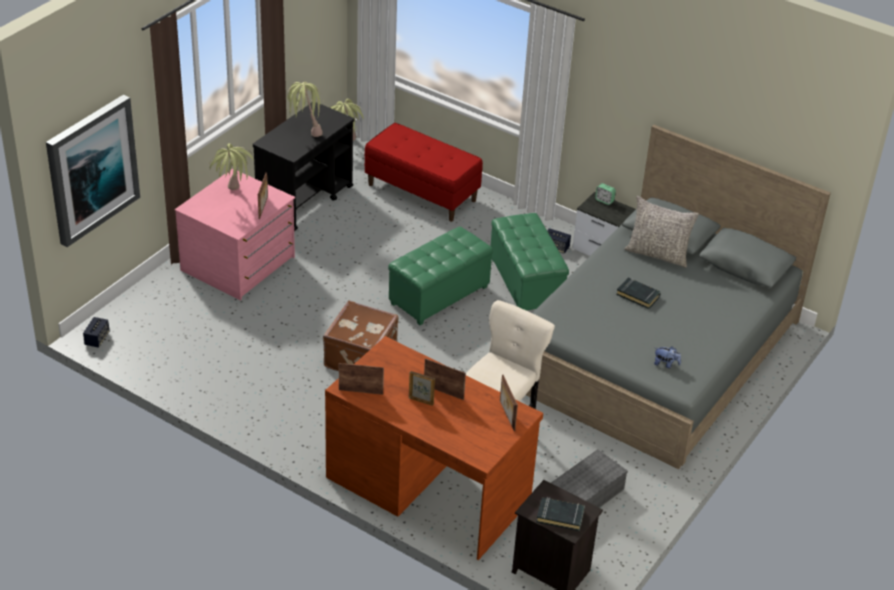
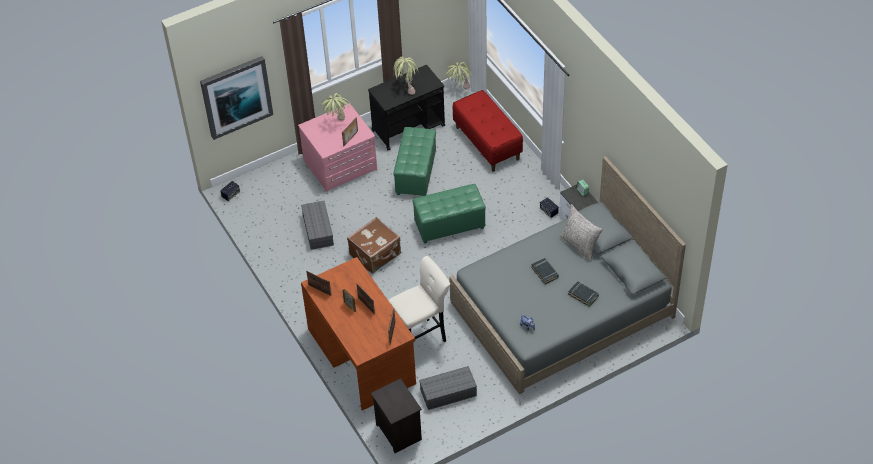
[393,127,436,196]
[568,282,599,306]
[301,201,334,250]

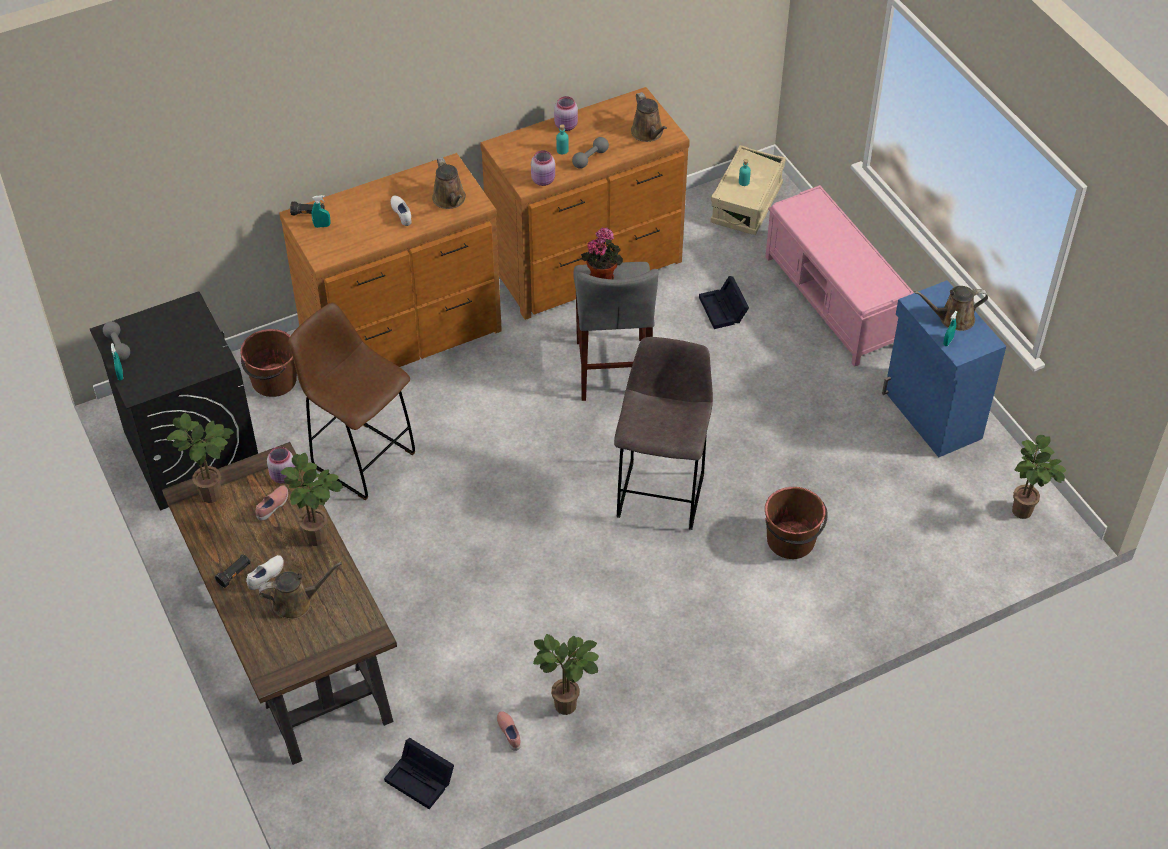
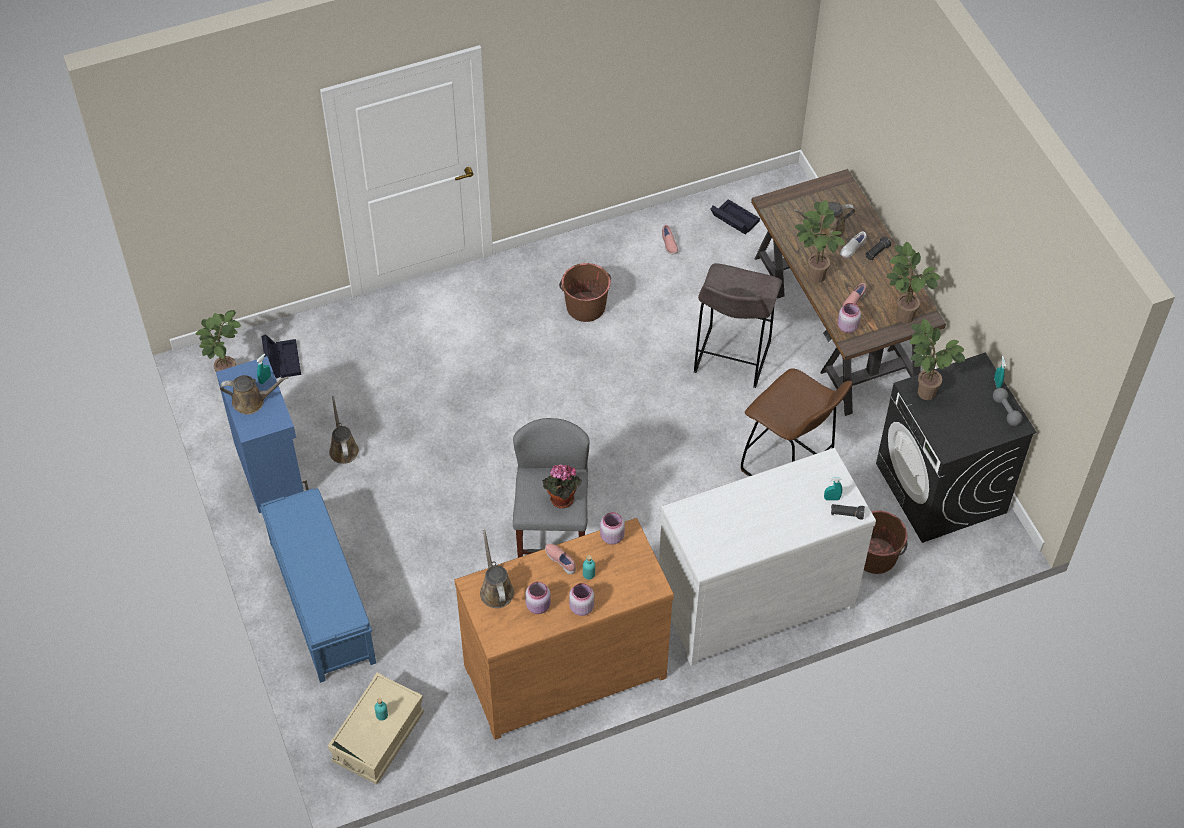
[545,544,576,574]
[659,448,876,666]
[329,396,359,464]
[260,488,376,683]
[391,196,412,226] (first image)
[261,334,301,378]
[694,263,782,388]
[559,263,611,322]
[909,319,965,400]
[525,582,551,614]

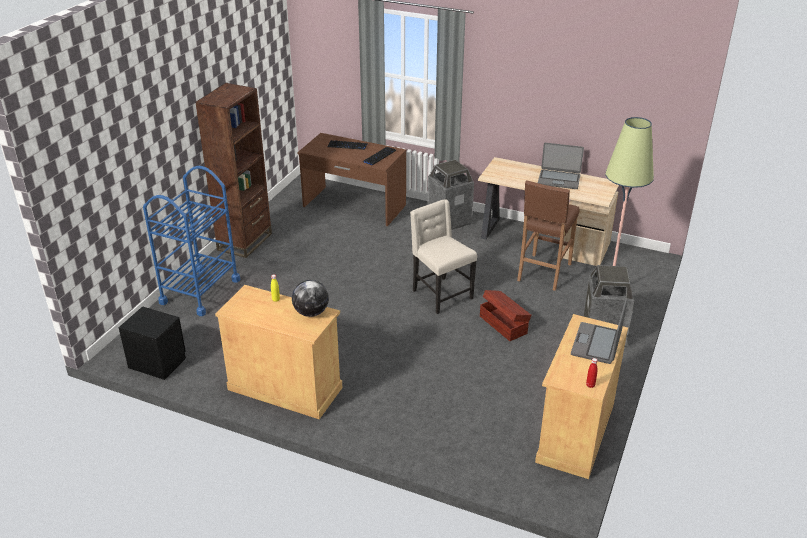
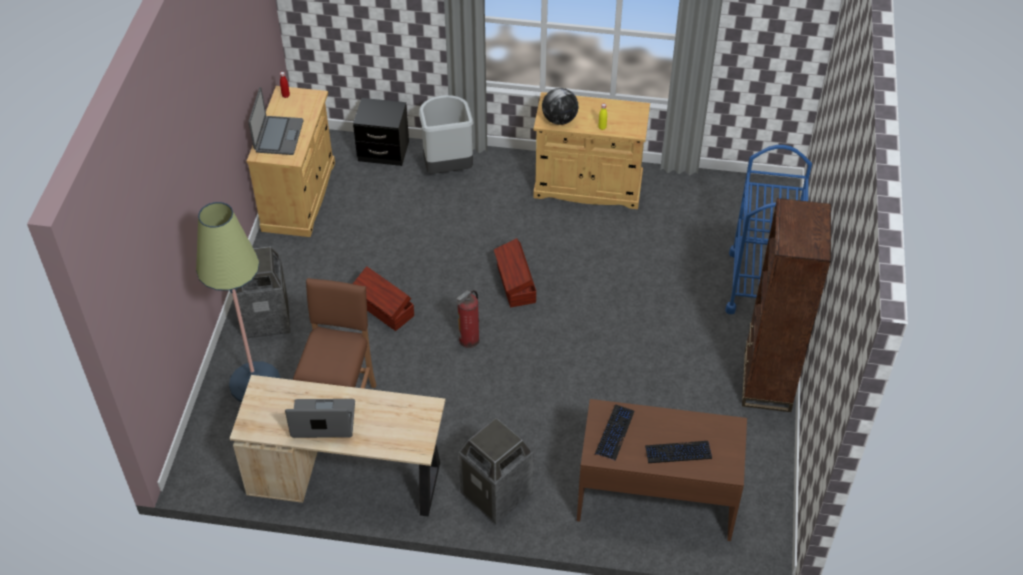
[456,290,479,348]
[353,98,409,166]
[419,95,474,174]
[494,238,536,307]

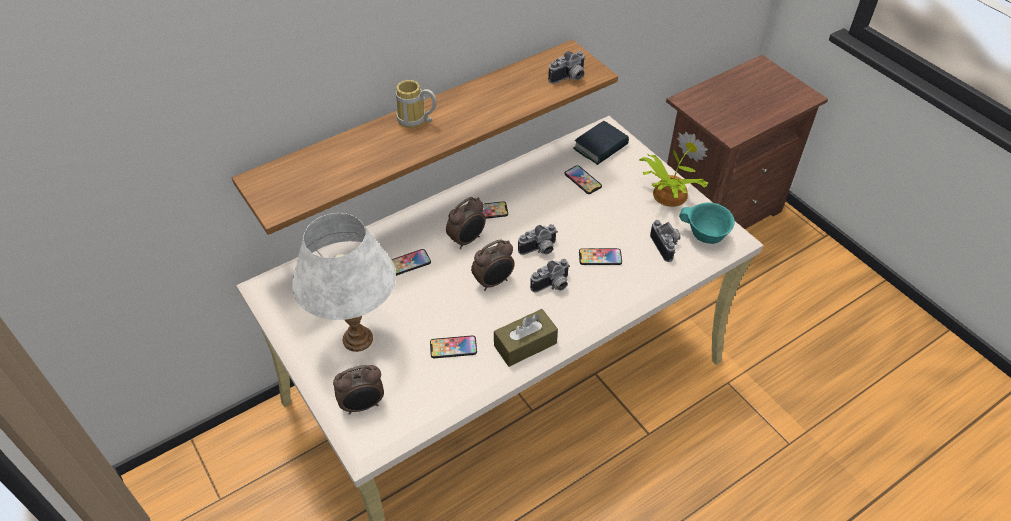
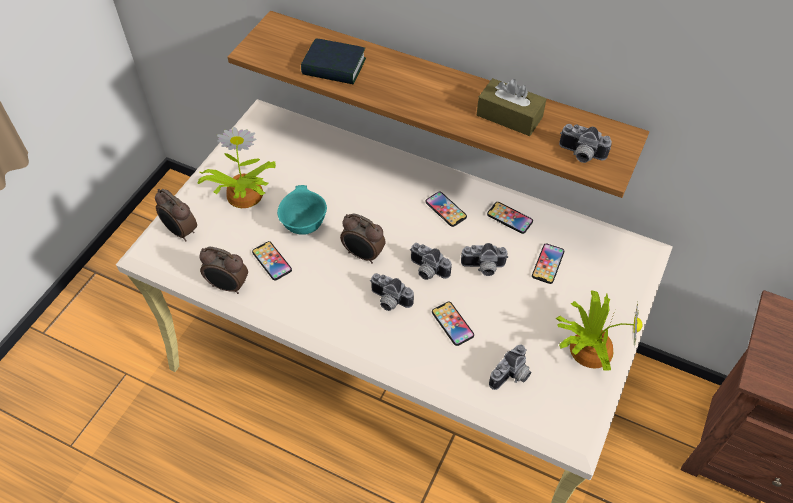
[396,80,437,128] (first image)
[301,38,366,85]
[199,247,248,294]
[277,185,327,235]
[197,127,276,208]
[487,202,533,234]
[477,78,546,136]
[461,243,508,276]

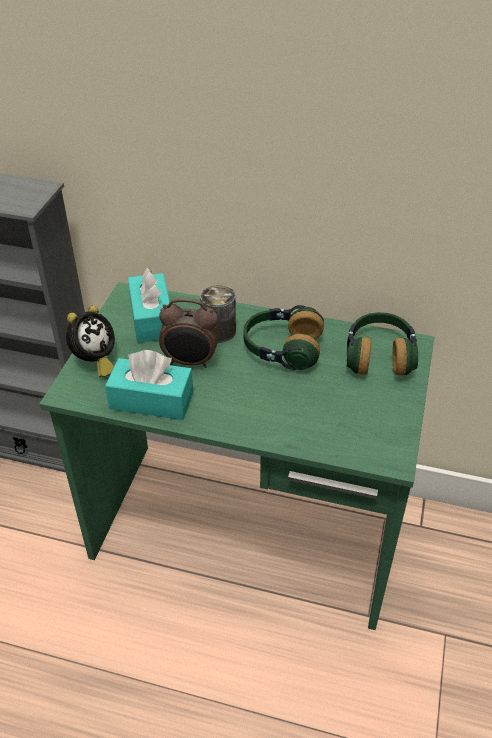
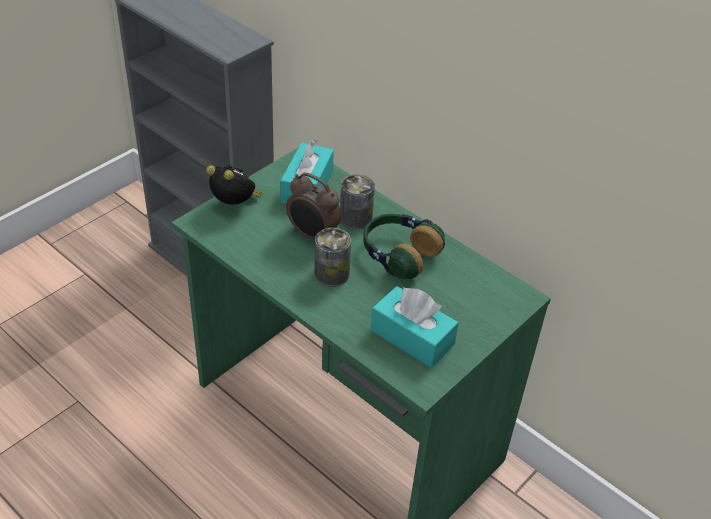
[206,165,262,205]
[347,312,418,375] (first image)
[371,286,458,368]
[314,228,351,287]

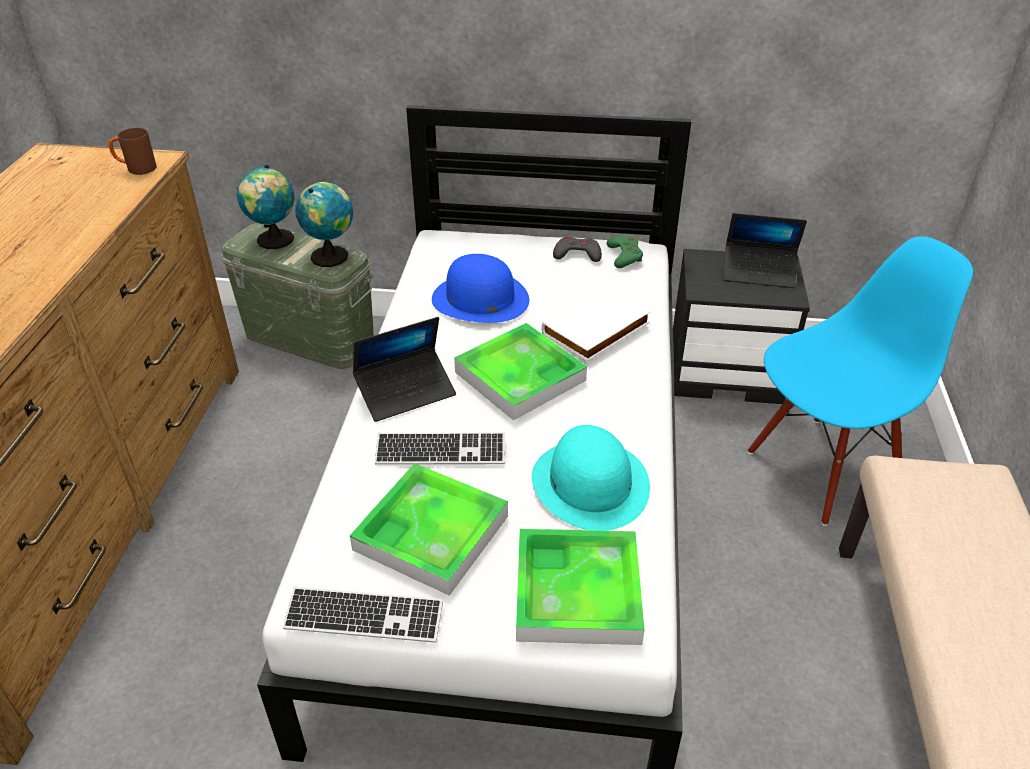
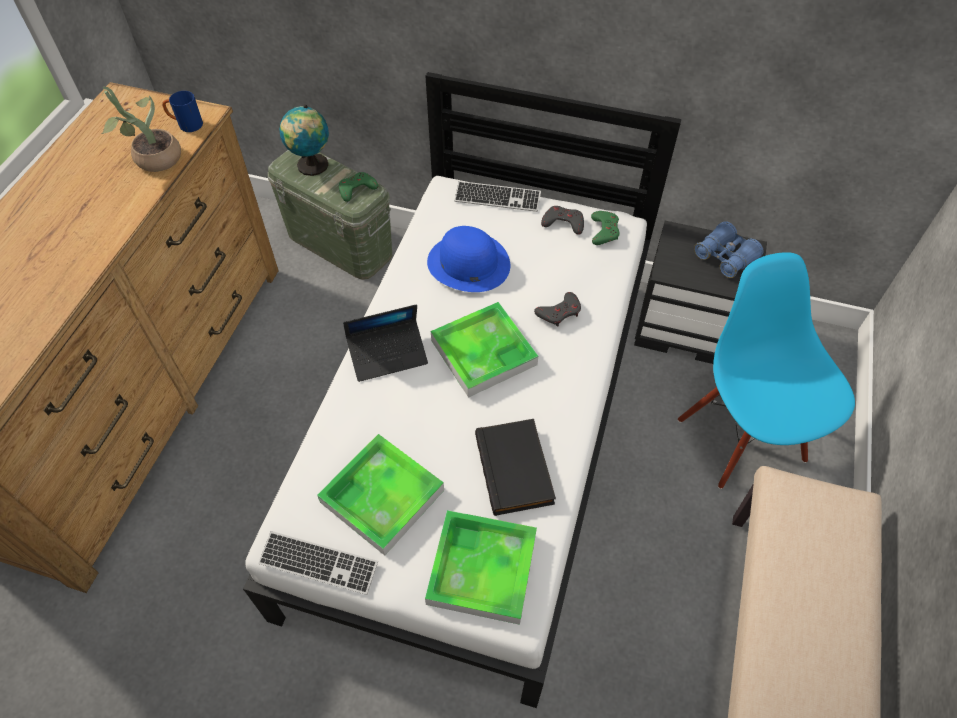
[162,91,203,132]
[339,172,378,202]
[694,221,763,278]
[678,252,855,489]
[534,292,581,327]
[475,419,556,516]
[454,181,541,212]
[101,87,181,172]

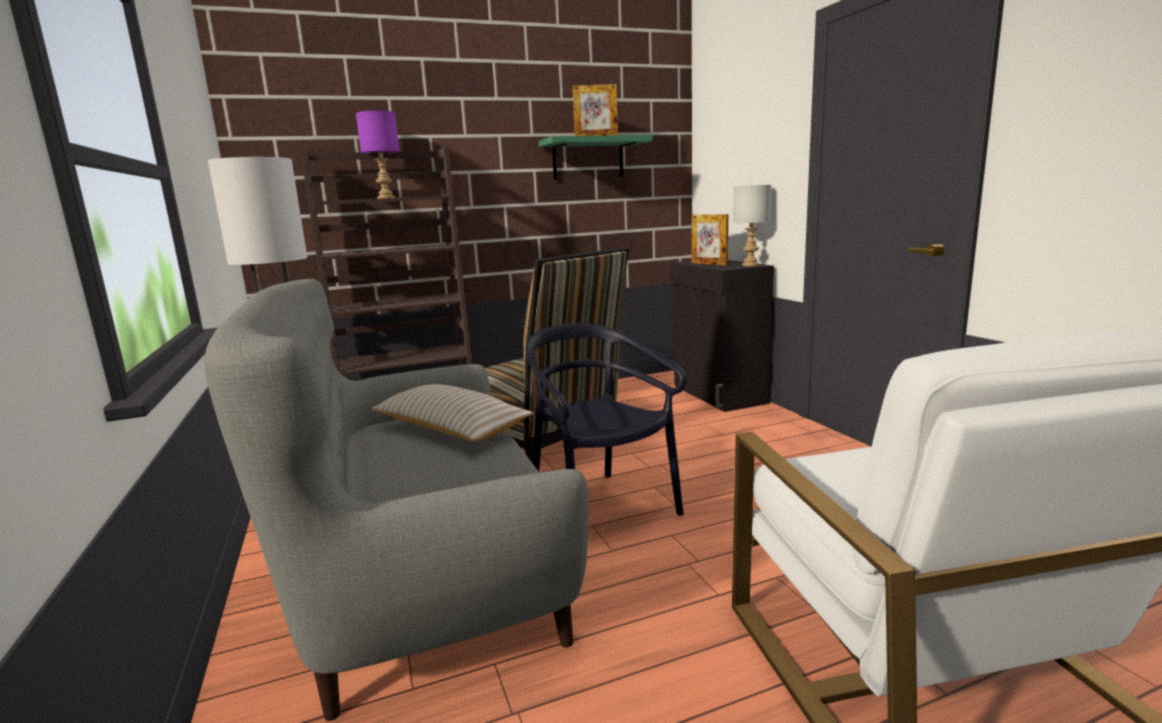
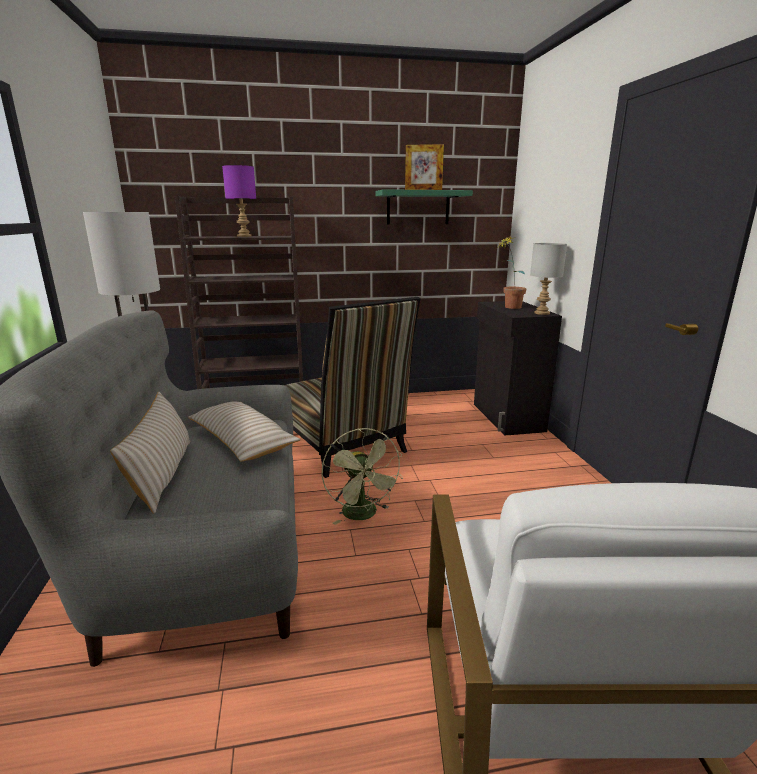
[498,237,526,309]
[321,428,403,525]
[110,392,190,514]

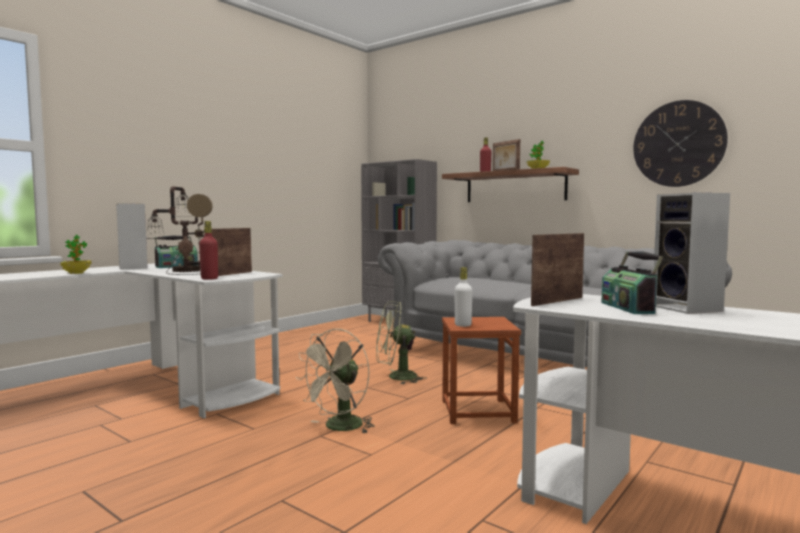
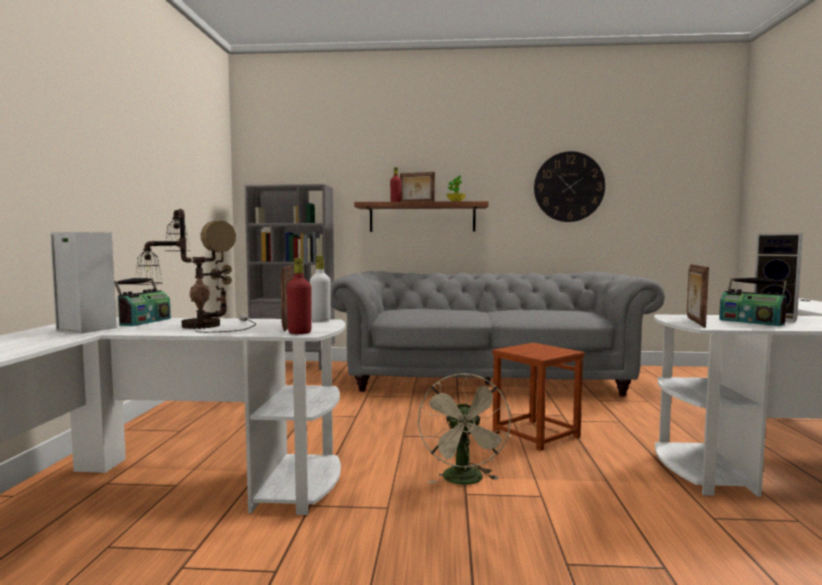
[60,235,91,274] (first image)
[310,256,331,322]
[376,301,426,384] (first image)

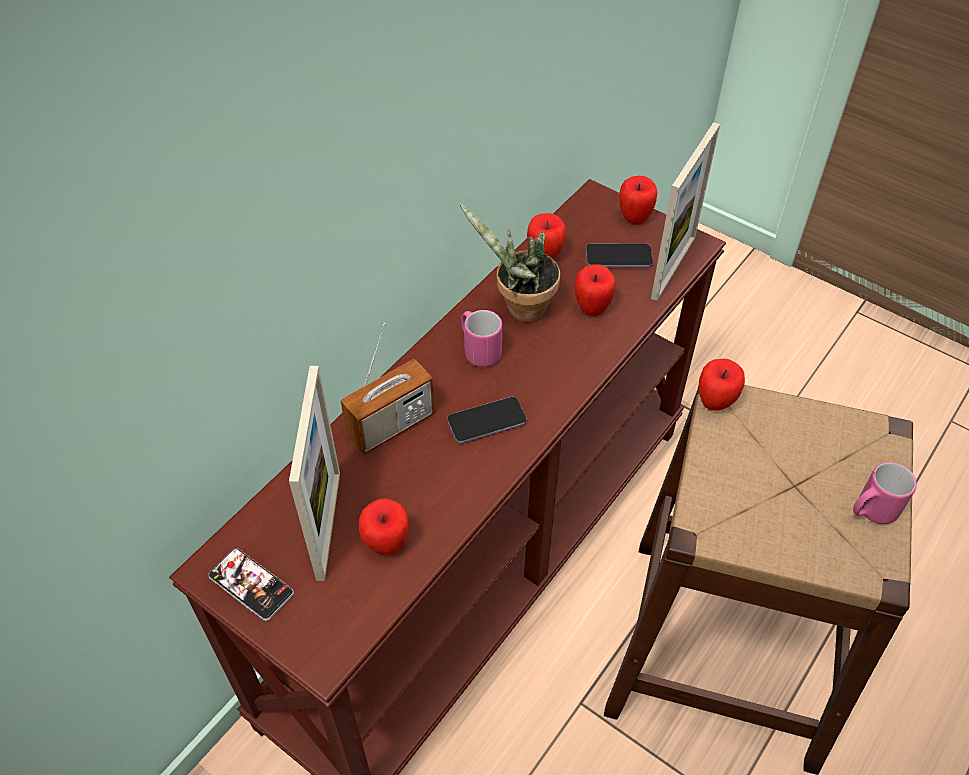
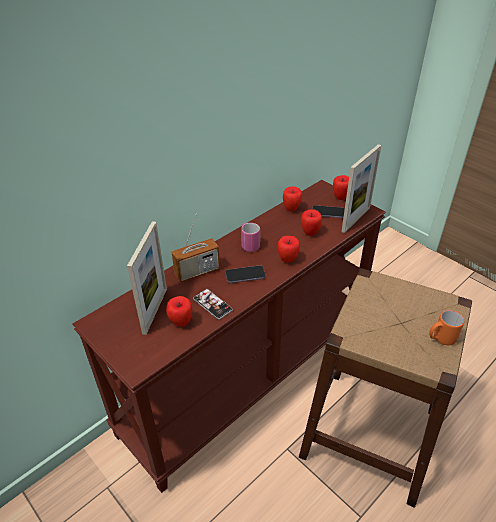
[460,204,560,322] (first image)
[277,236,300,263]
[429,310,464,345]
[193,289,233,319]

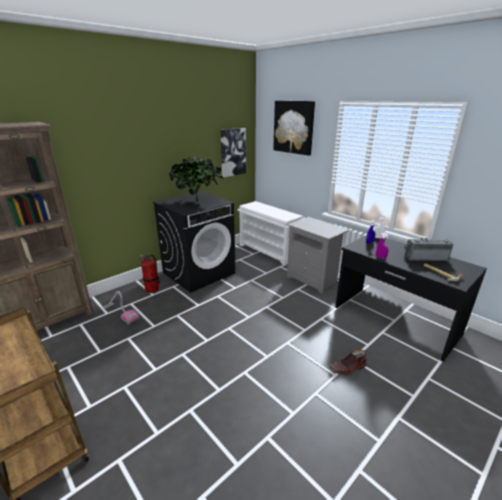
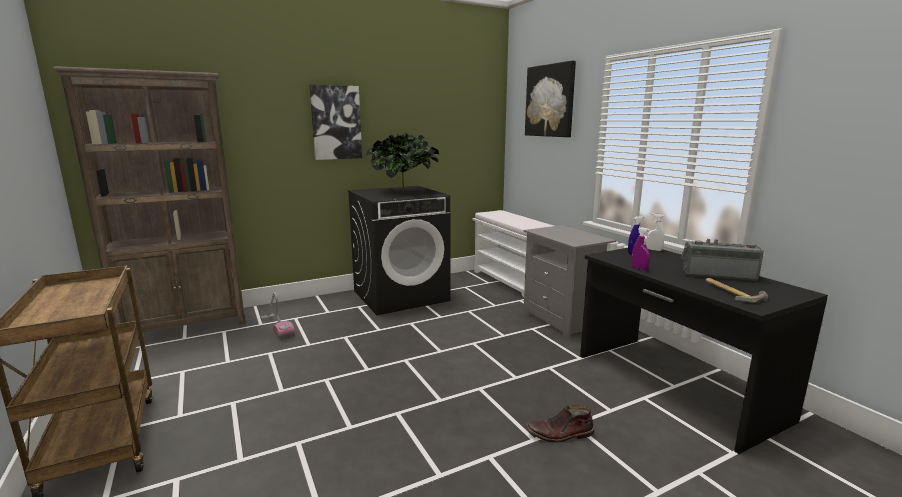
[310,84,362,160]
[139,255,160,293] (first image)

